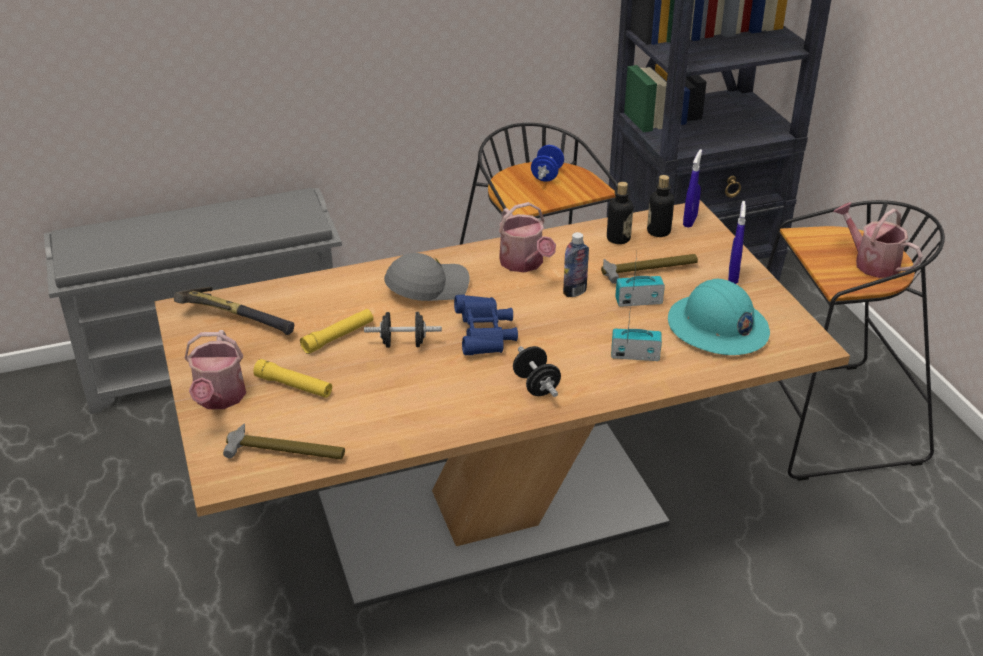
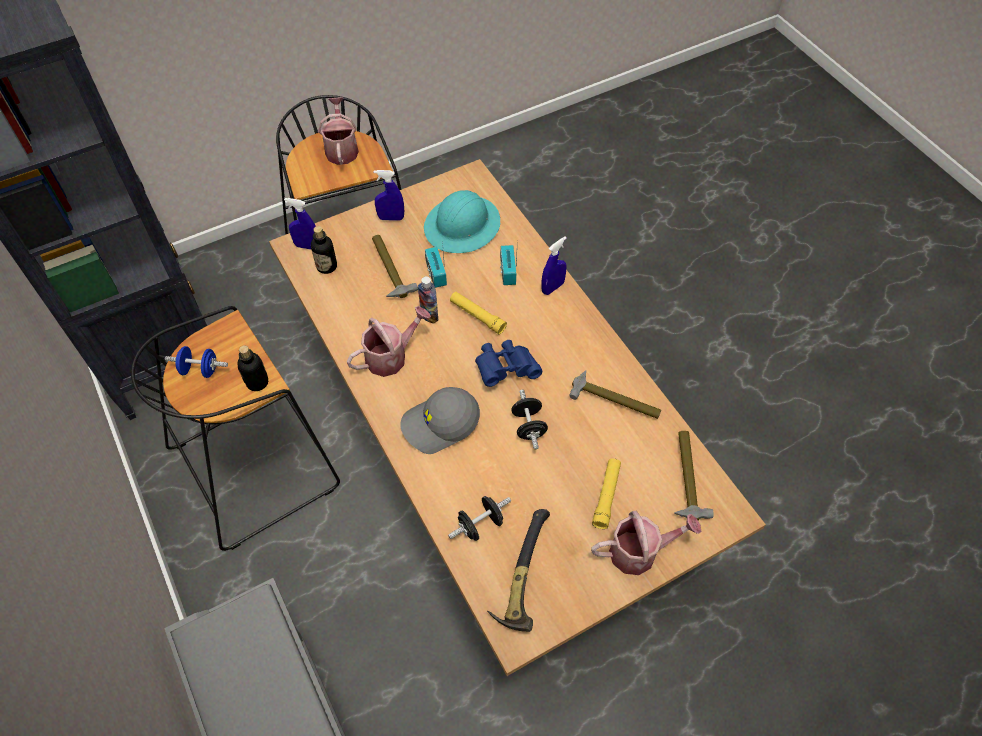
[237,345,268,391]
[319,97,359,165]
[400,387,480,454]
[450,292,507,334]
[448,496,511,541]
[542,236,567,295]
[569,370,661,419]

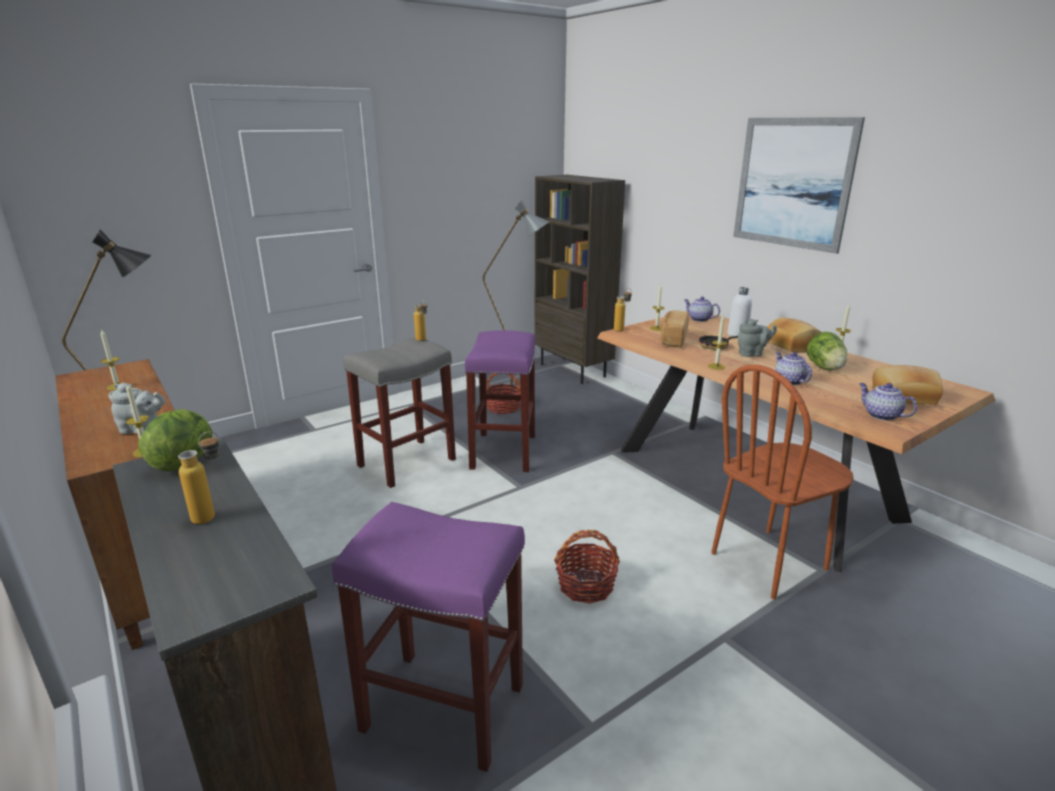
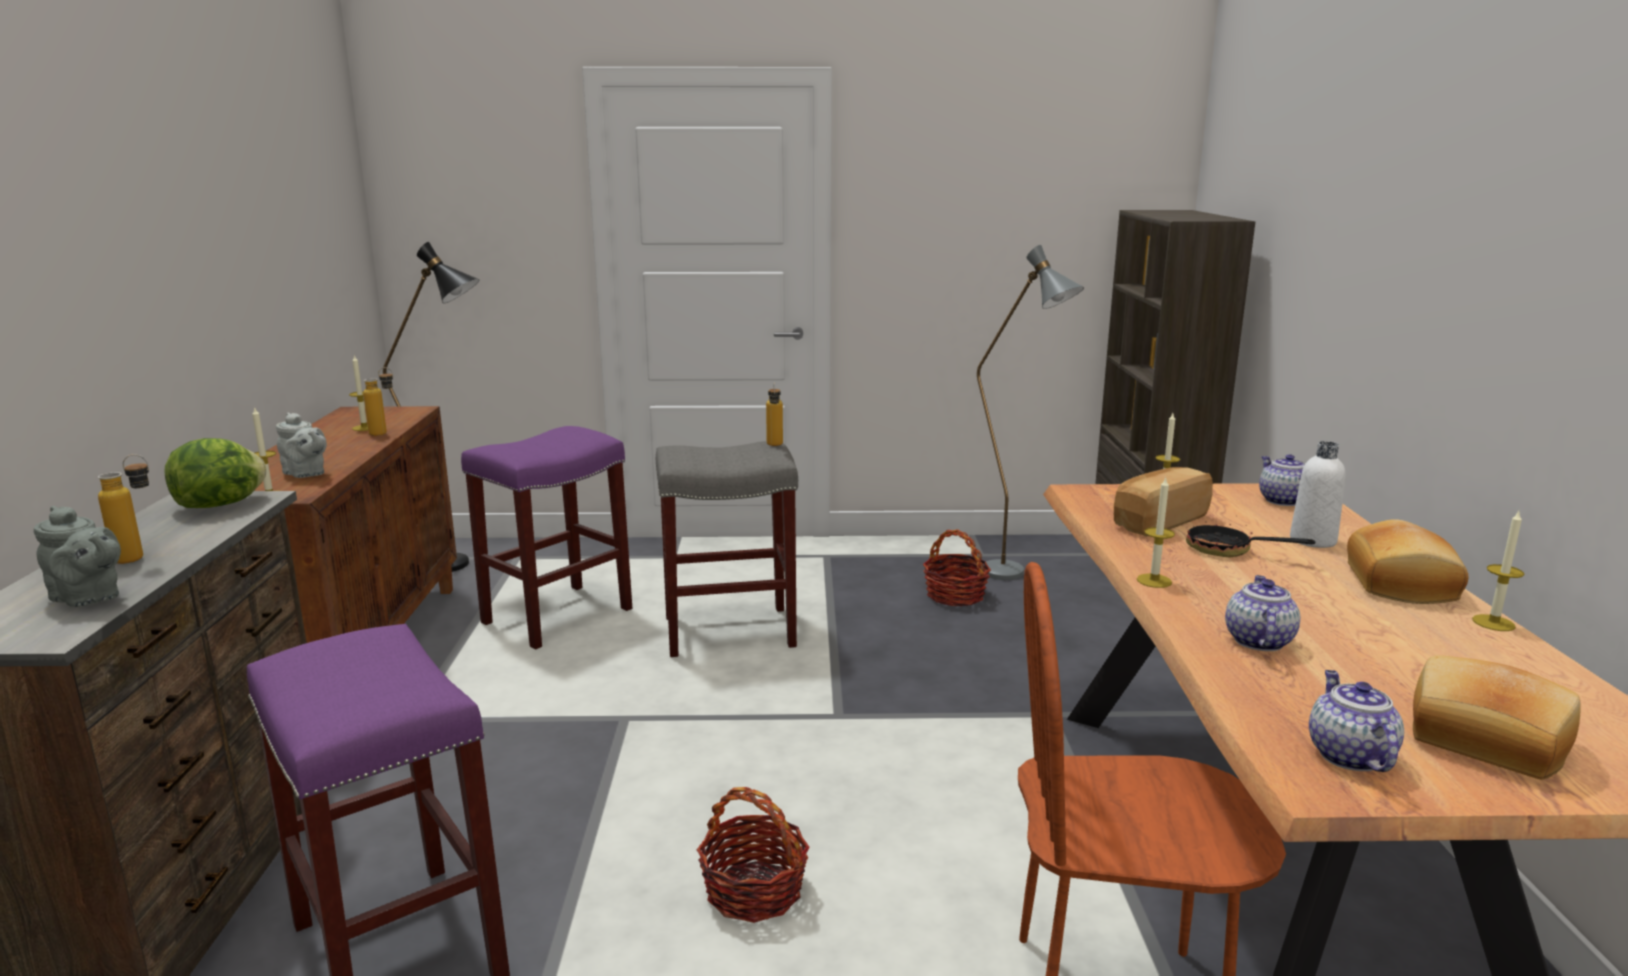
[733,117,865,254] (first image)
[363,367,393,436]
[34,506,121,607]
[461,426,632,649]
[807,332,847,371] (first image)

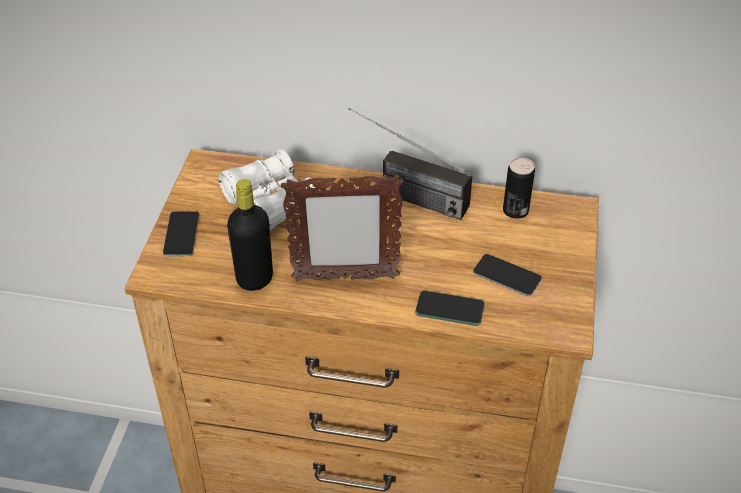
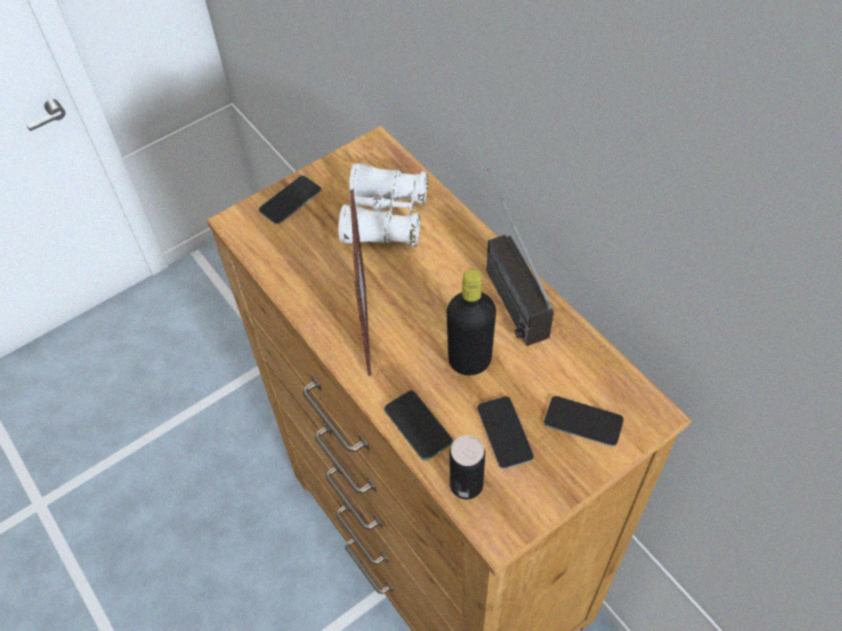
[450,435,485,499]
[348,190,371,376]
[447,269,496,375]
[544,396,624,447]

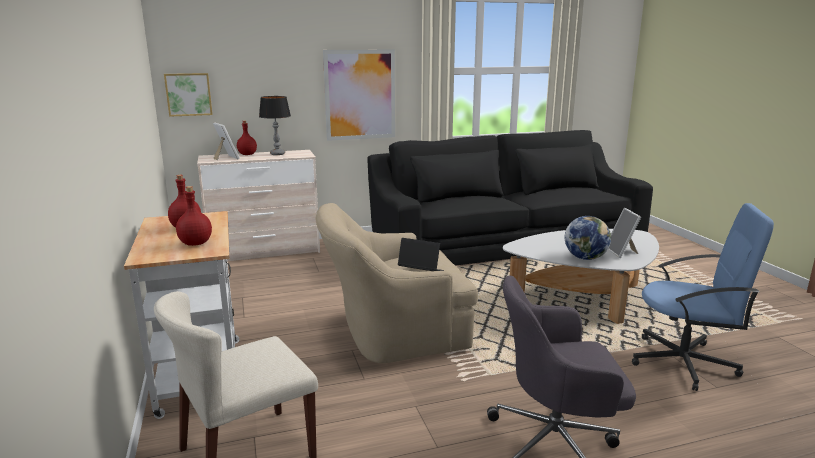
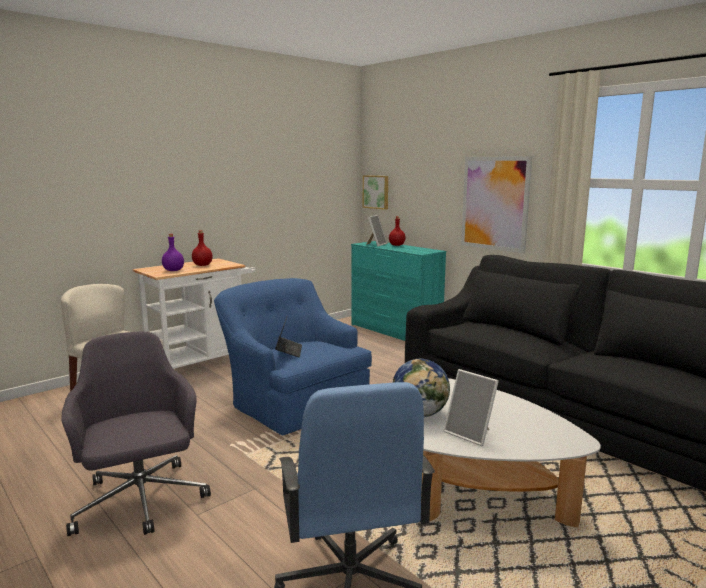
[259,96,291,155] (first image)
[351,241,446,341]
[162,234,184,271]
[214,278,372,436]
[443,369,499,446]

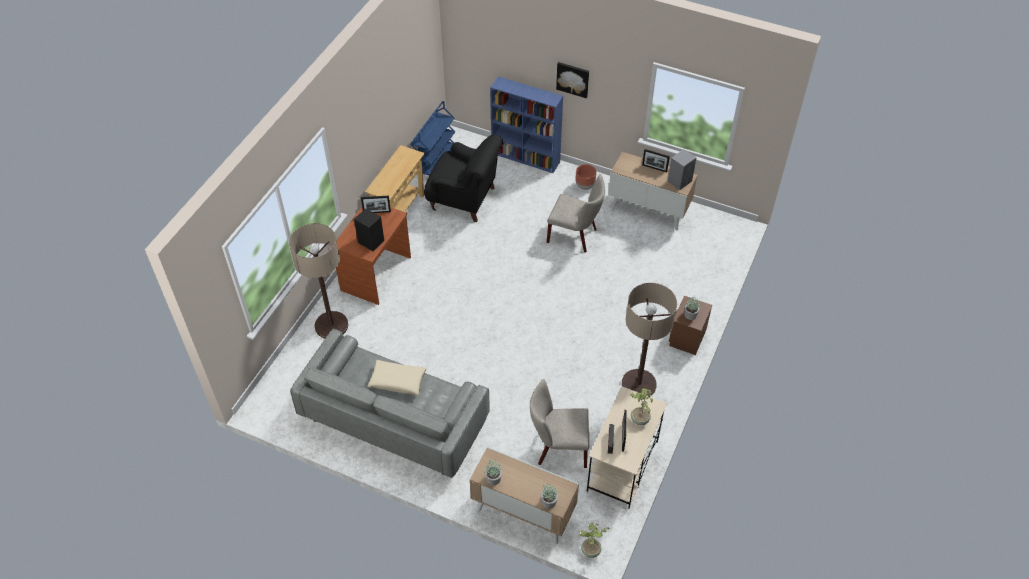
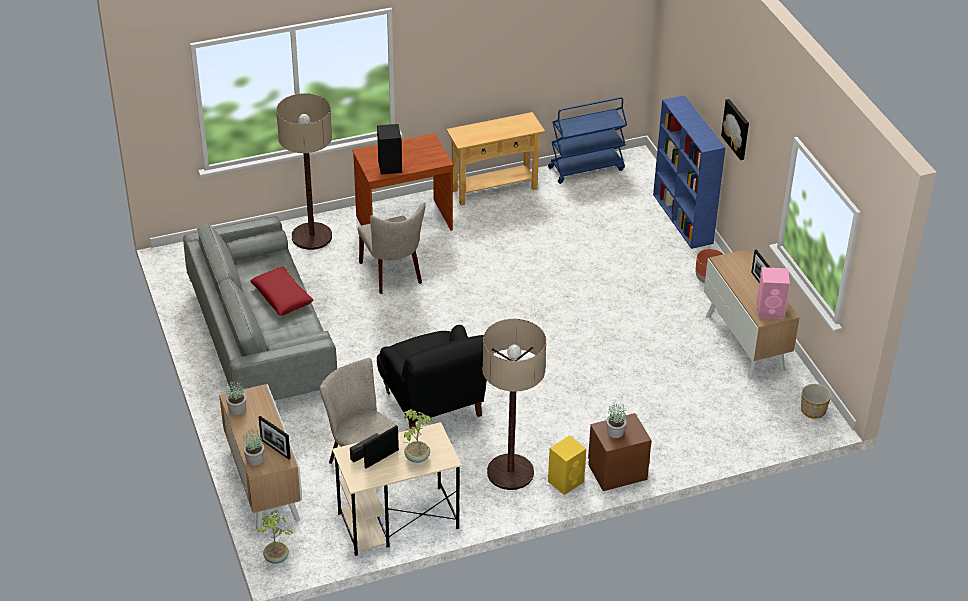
[377,325,487,429]
[756,267,790,319]
[358,202,426,294]
[259,416,291,459]
[250,266,313,316]
[801,384,831,419]
[548,435,586,495]

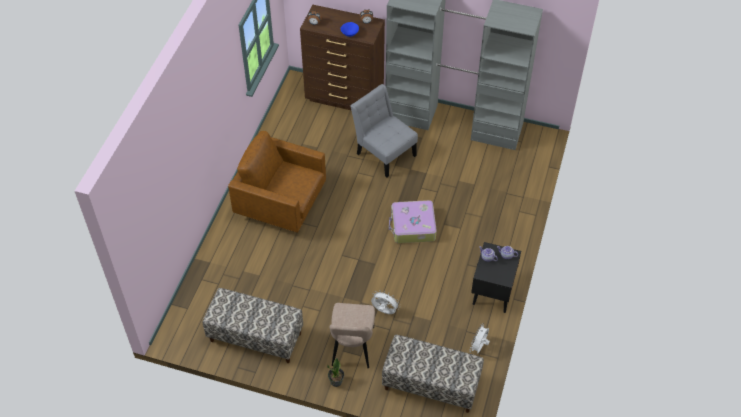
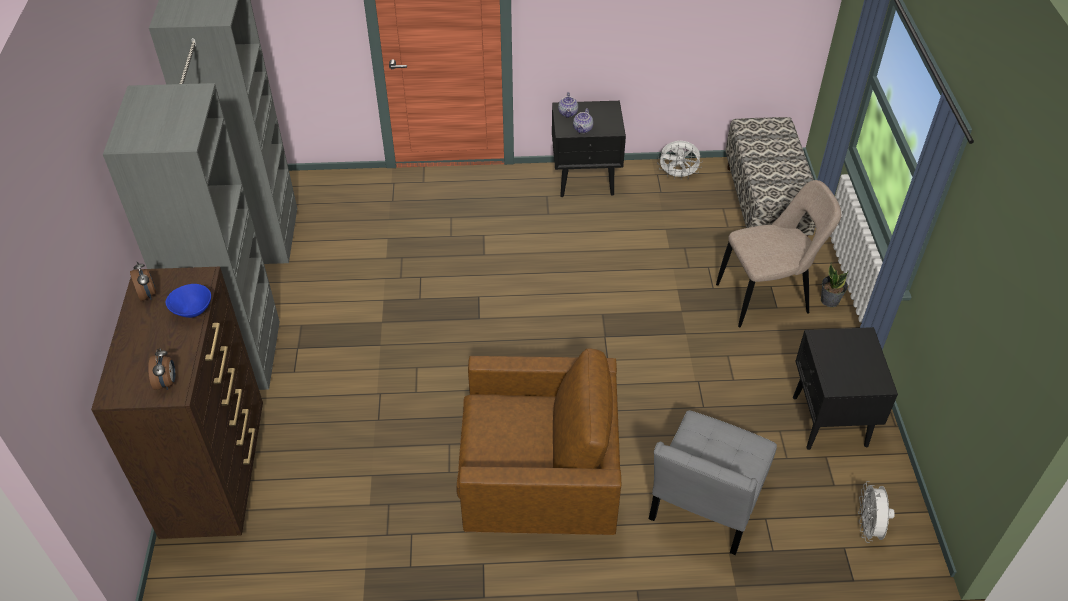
[649,411,777,555]
[457,349,621,535]
[389,200,437,243] (first image)
[793,327,898,450]
[858,481,895,543]

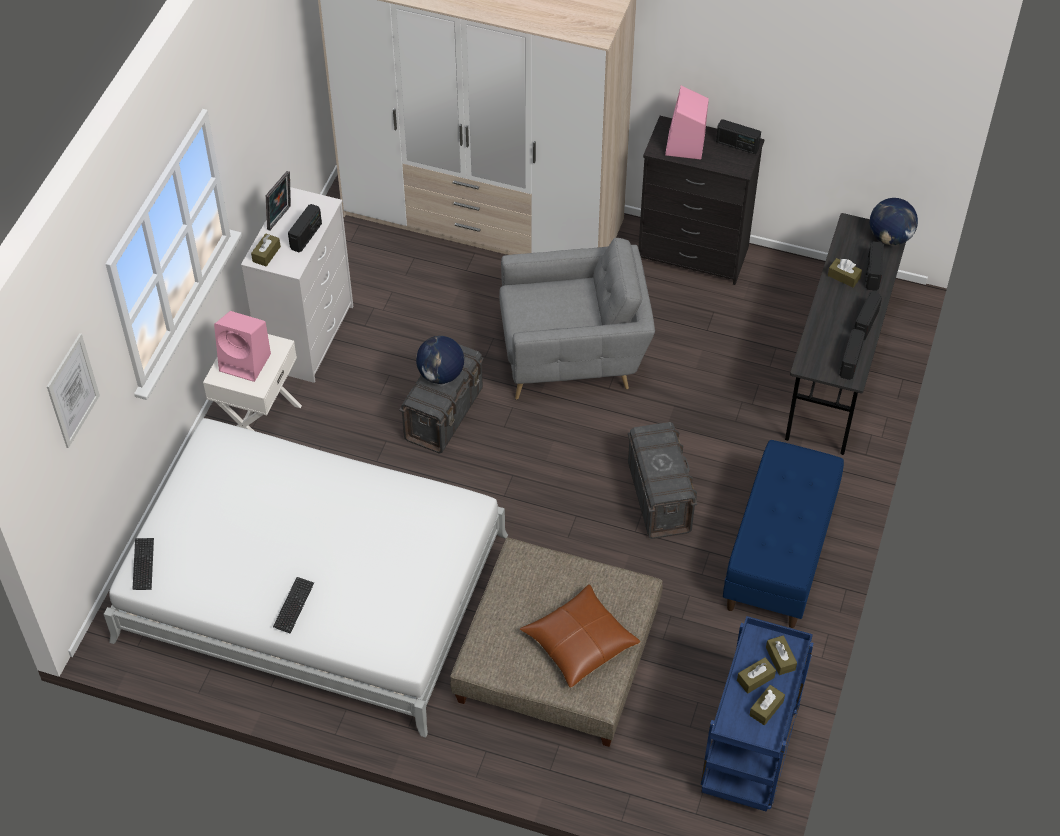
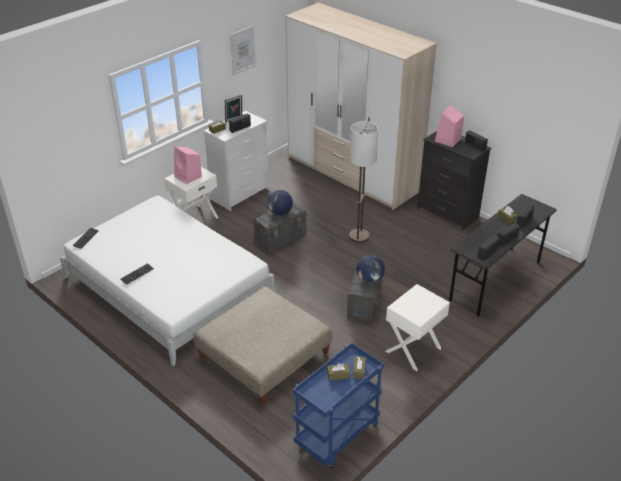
[356,255,385,283]
[349,121,378,243]
[230,26,256,76]
[385,284,450,371]
[520,584,640,688] (first image)
[749,685,785,725] (first image)

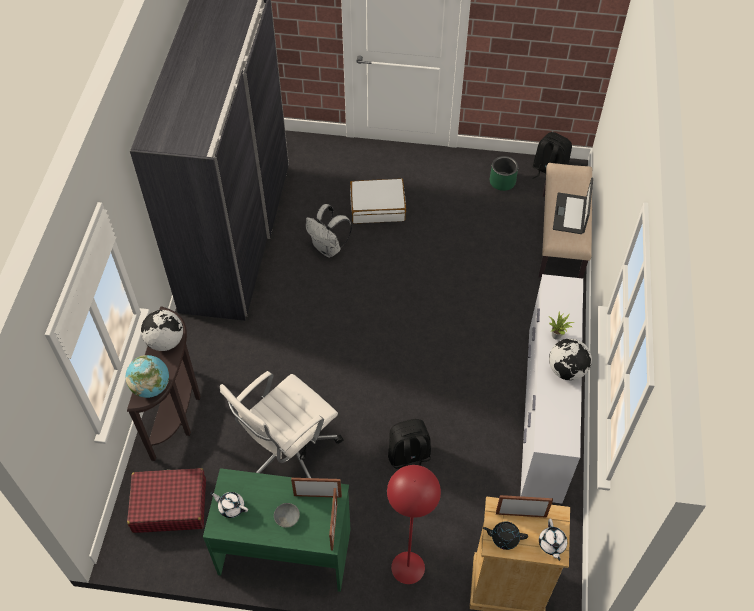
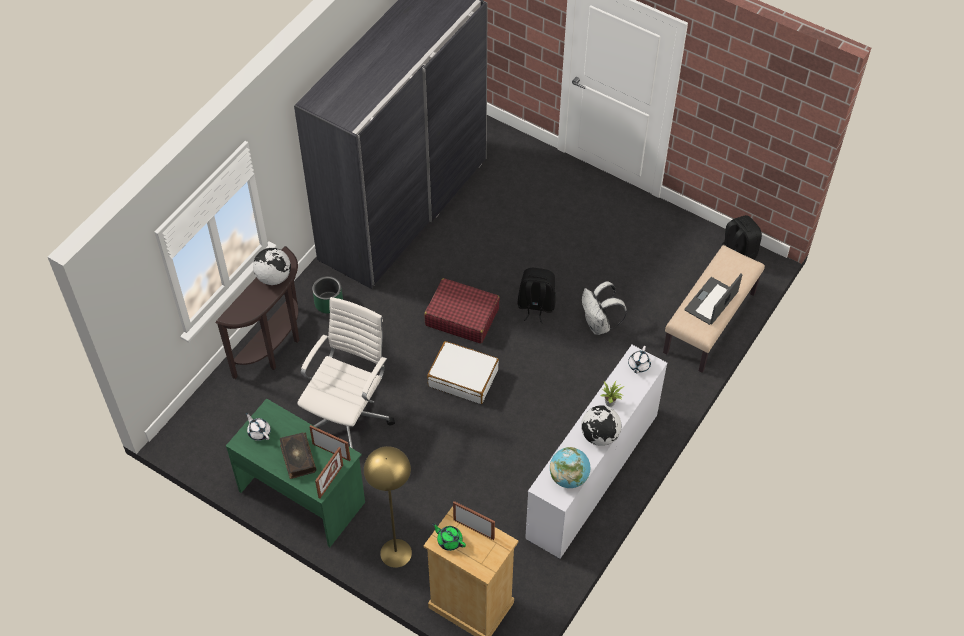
[312,276,343,314]
[427,341,499,404]
[582,281,627,335]
[550,447,590,488]
[297,297,395,449]
[518,268,556,323]
[364,446,412,568]
[424,278,500,344]
[280,432,316,479]
[628,346,651,373]
[432,523,466,551]

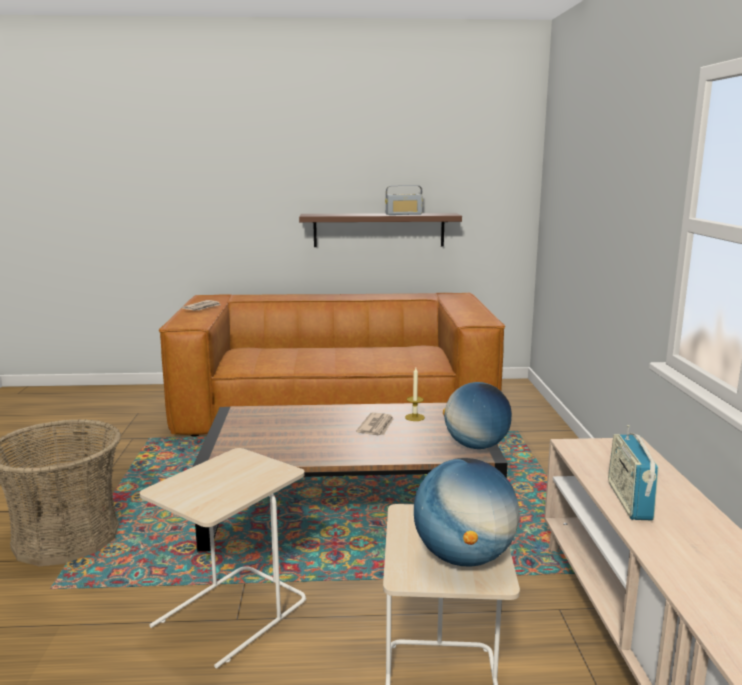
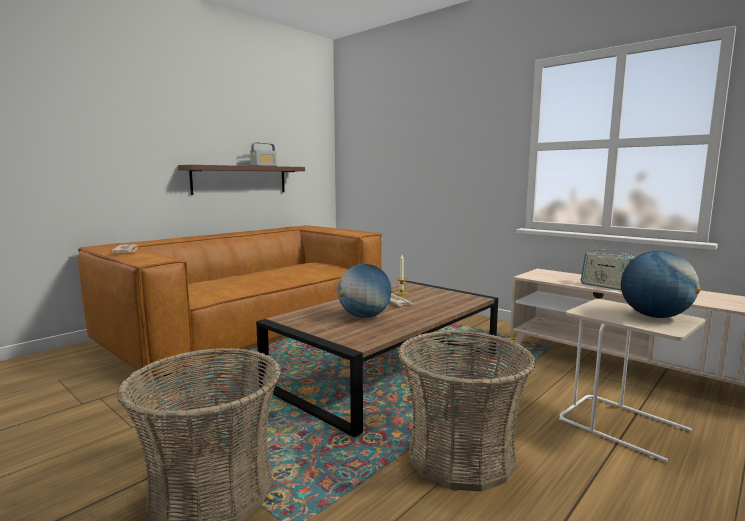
[338,264,391,318]
[398,331,536,491]

